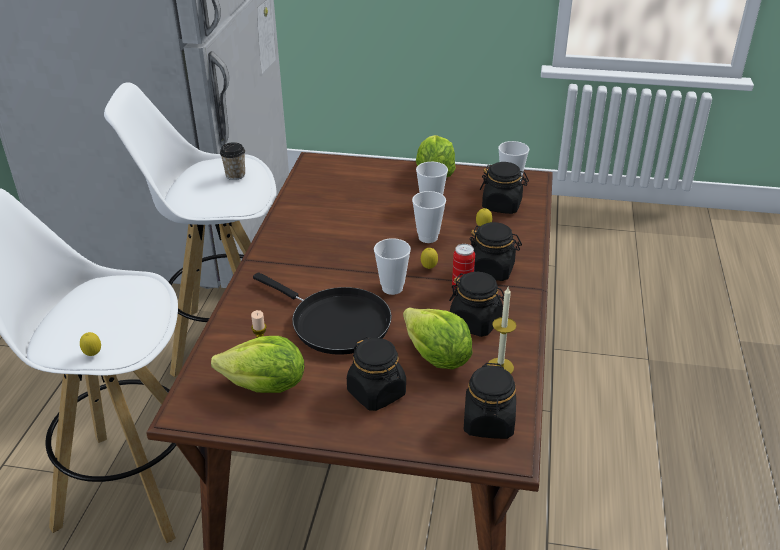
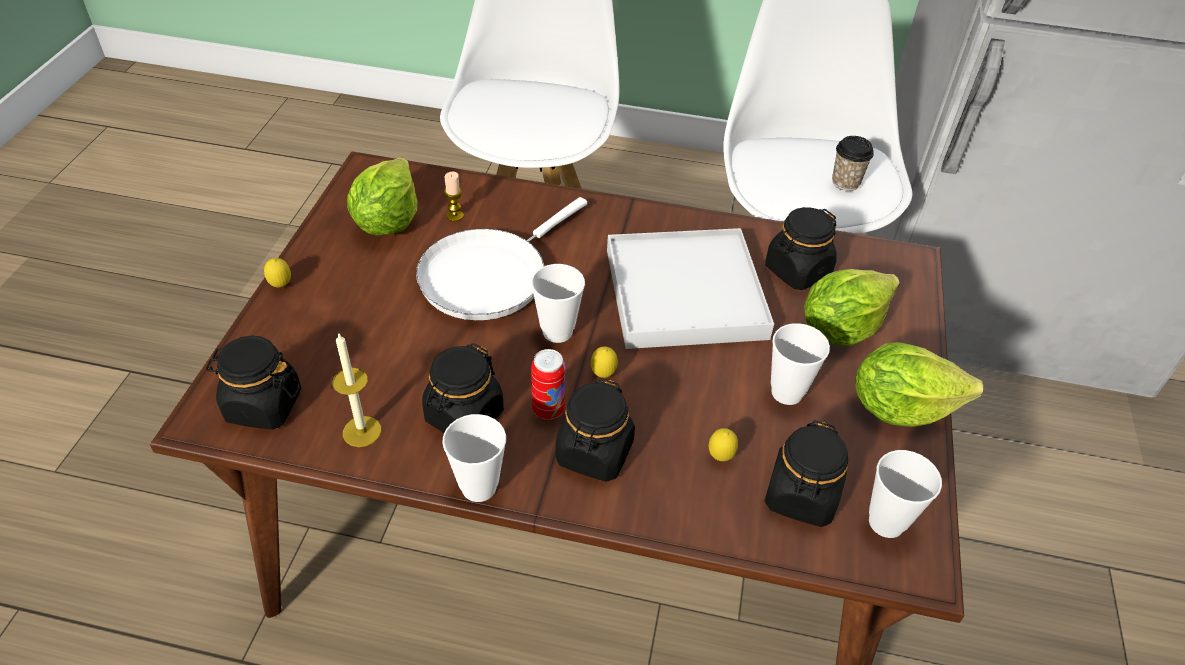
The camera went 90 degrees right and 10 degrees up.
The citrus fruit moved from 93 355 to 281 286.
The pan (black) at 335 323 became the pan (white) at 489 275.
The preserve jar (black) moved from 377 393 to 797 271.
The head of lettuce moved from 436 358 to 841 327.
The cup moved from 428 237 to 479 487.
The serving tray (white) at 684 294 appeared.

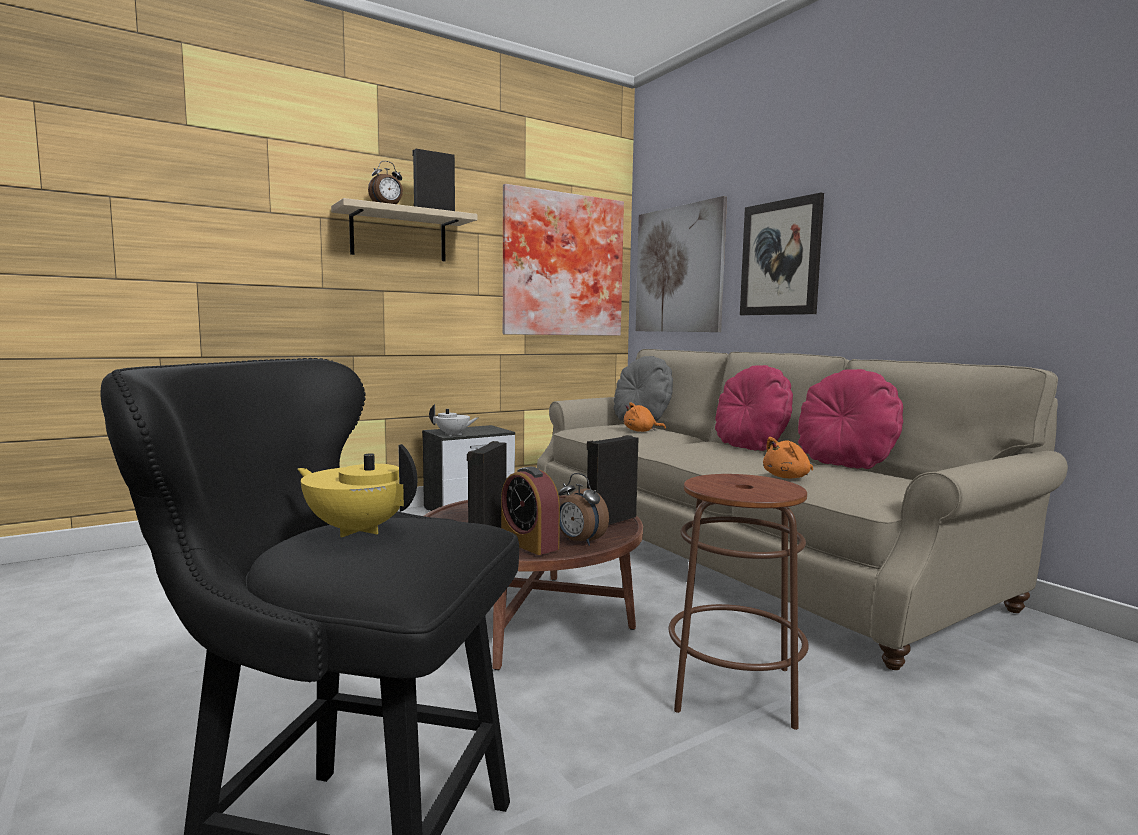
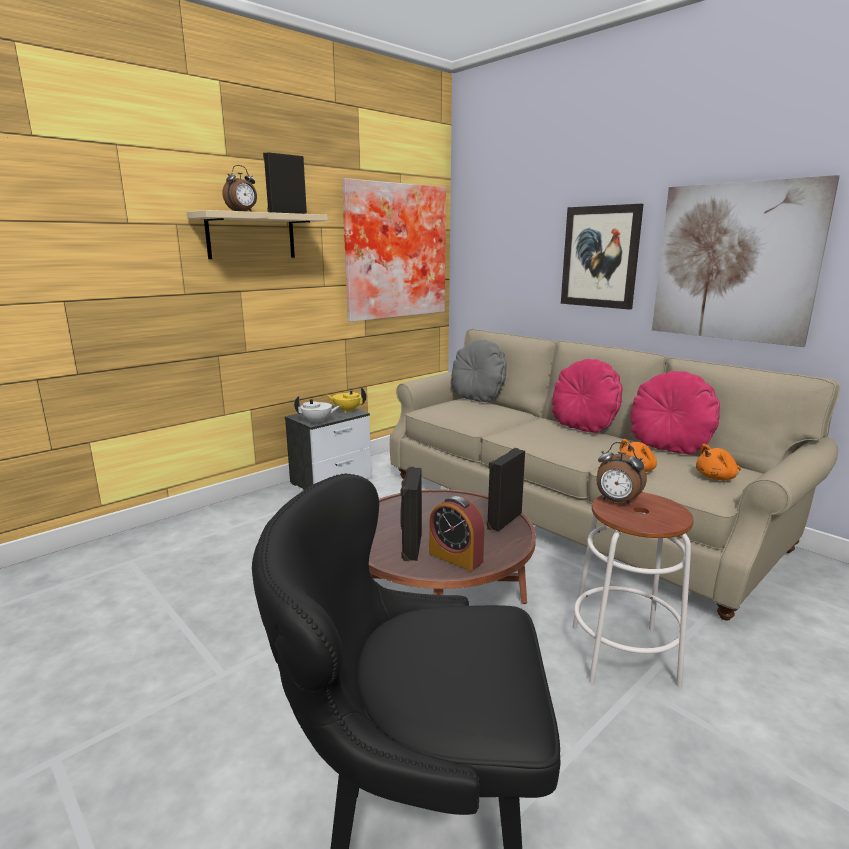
The camera went 10 degrees left and 10 degrees up.
The tea pot (yellow) moved from 358 529 to 347 410.
The bedside clock moved from 579 542 to 616 501.
The soft toy (orange) moved from 641 431 to 717 478.
The wall art moved from 678 269 to 734 262.
The stool (brown-coloured) at 734 689 became the stool (white) at 623 654.

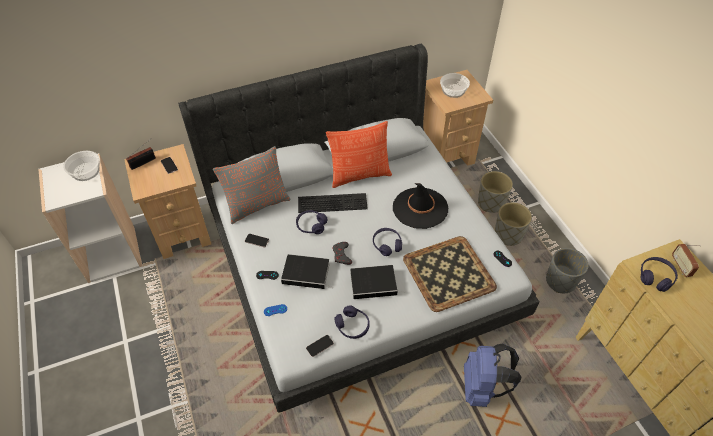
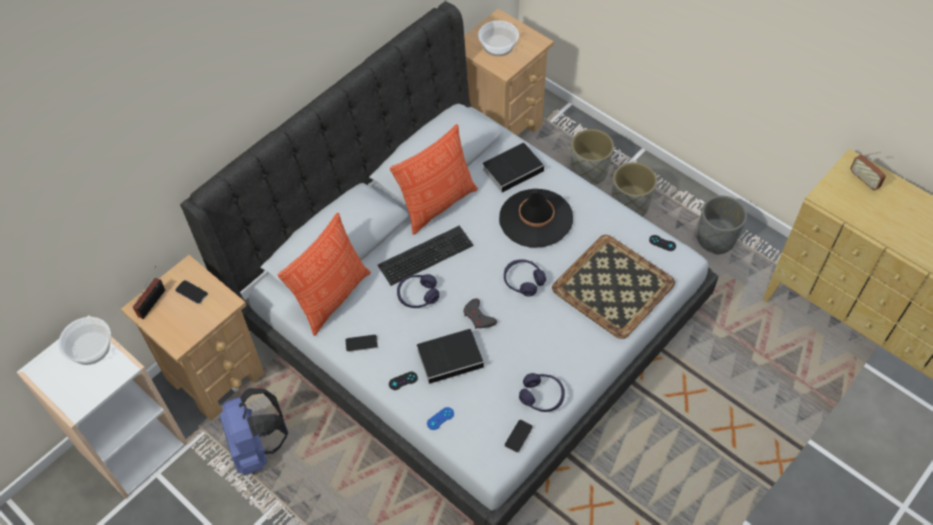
The camera went 25 degrees left and 5 degrees up.
The cushion (grey) at 257 206 became the cushion (orange) at 332 297.
The bound book moved from 374 283 to 514 169.
The knapsack (blue) moved from 482 388 to 257 448.
The pair of headphones (purplish) at 655 277 disappeared.

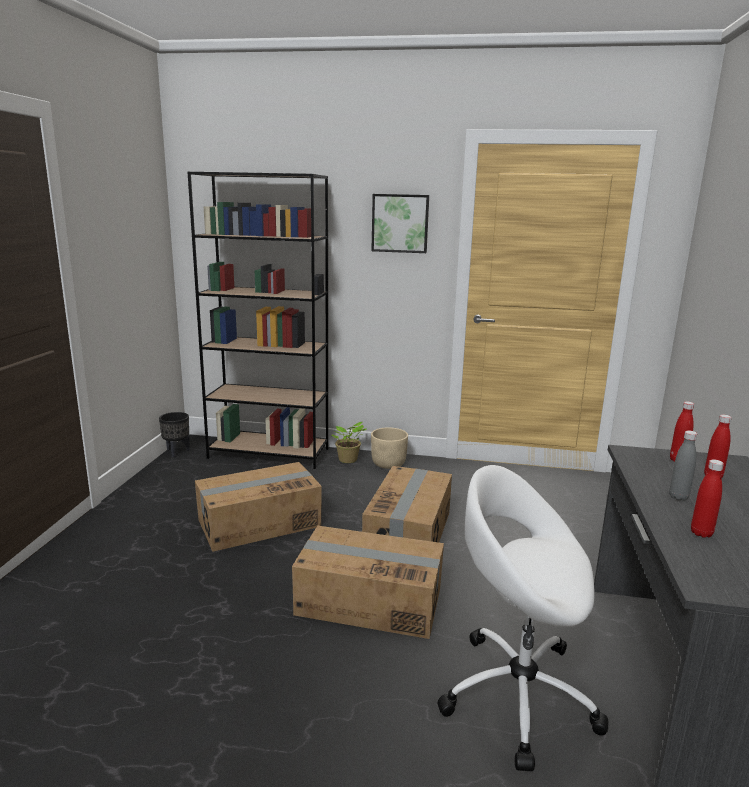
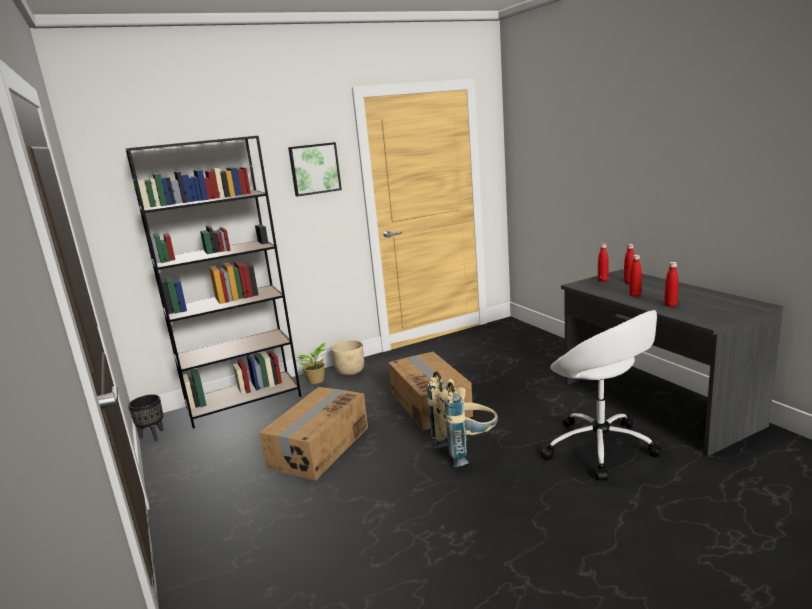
The camera went 35 degrees left and 0 degrees up.
The carton at 369 601 was replaced by the knapsack (sand-coloured) at 466 450.
The office chair (white) at 515 694 turned 105 degrees counterclockwise.
The drink bottle (grey) at 678 497 became the drink bottle (red) at 634 295.

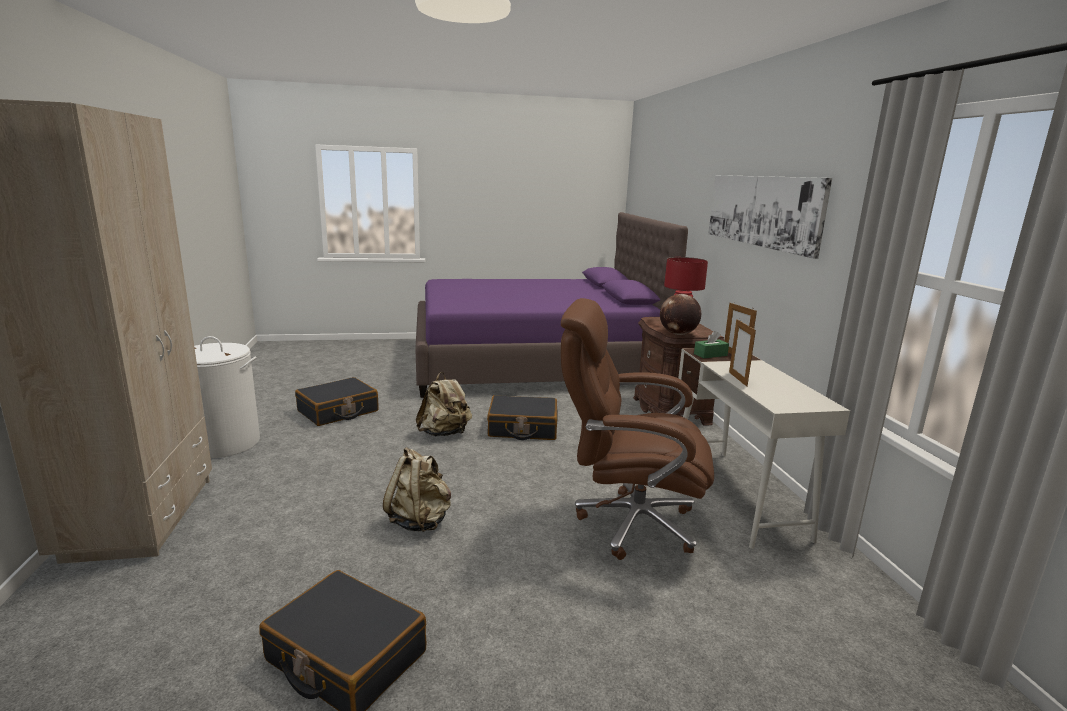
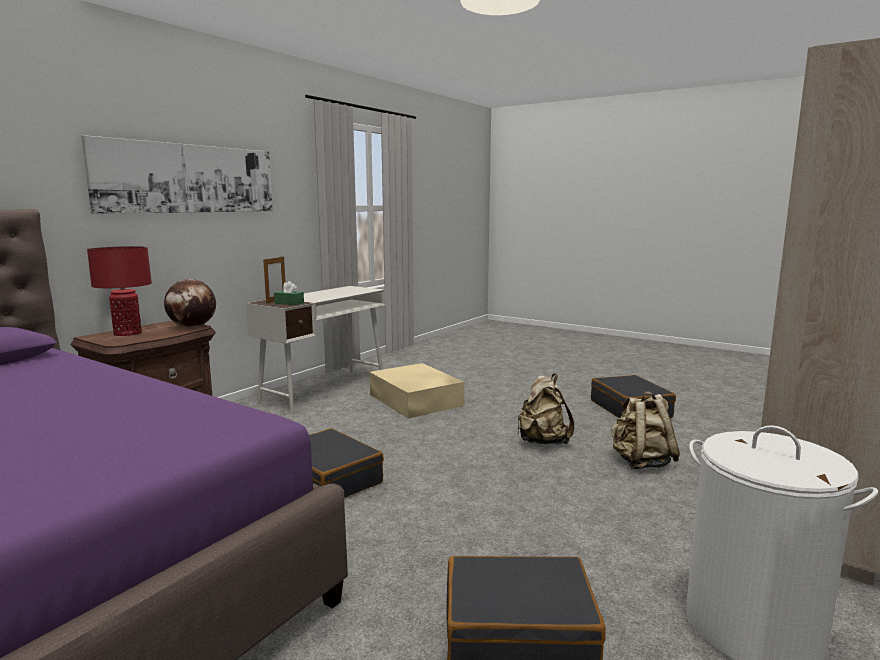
The camera went 135 degrees left and 5 degrees down.
The knapsack (sand-coloured) moved from 445 433 to 641 462.
The office chair (brown-coloured) at 629 524 was replaced by the storage bin (sand-coloured) at 416 400.
The picture frame at 738 379 disappeared.

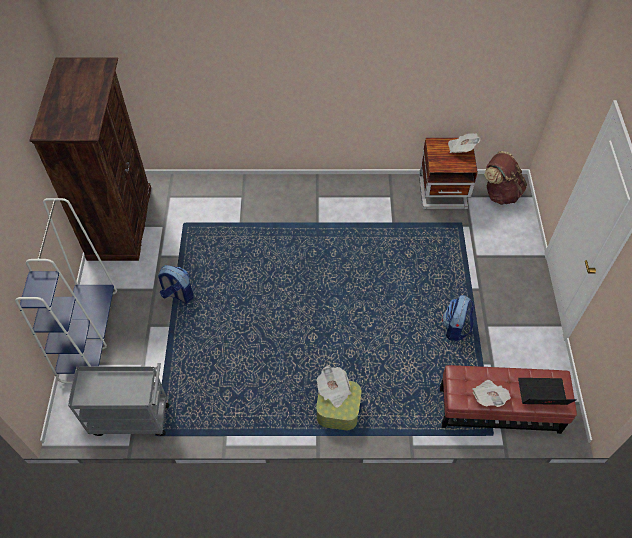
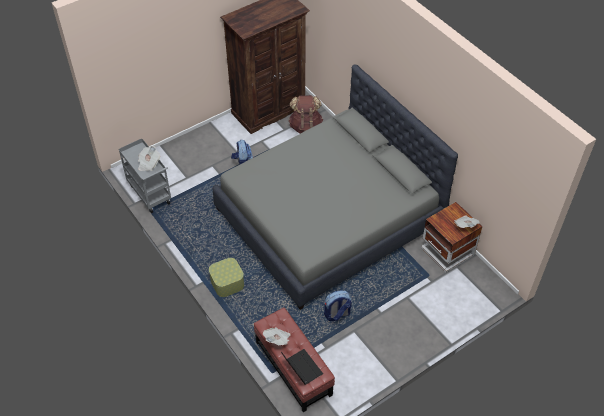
The camera went 55 degrees right and 5 degrees down.
The clothes rack (blue) at 90 336 disappeared.
The newspaper moved from 333 390 to 148 163.
The knapsack (brown-coloured) moved from 500 193 to 305 126.
The bed (grey) at 328 217 appeared.

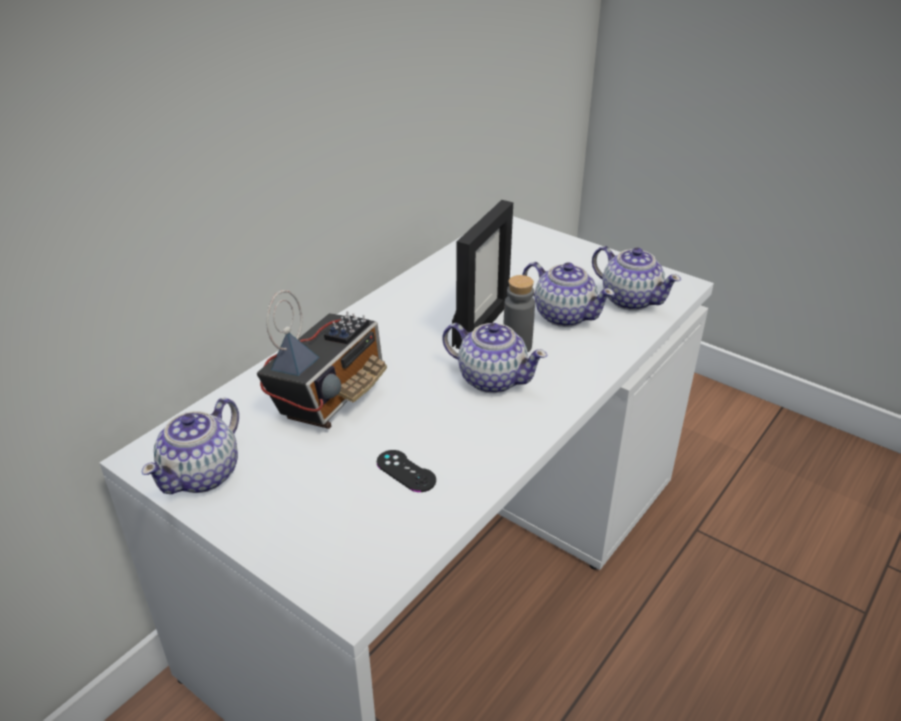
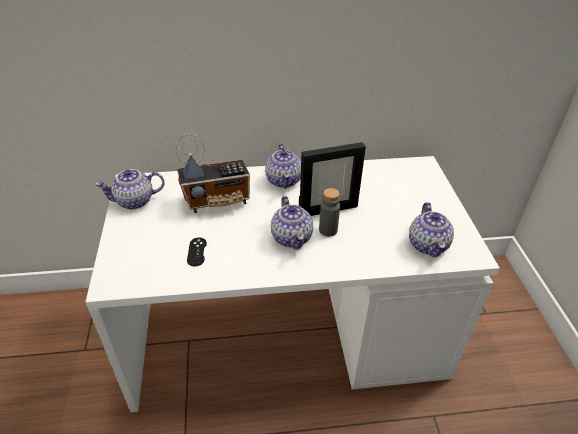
The camera went 45 degrees right and 5 degrees up.
The tea pot moved from 563 315 to 284 180.

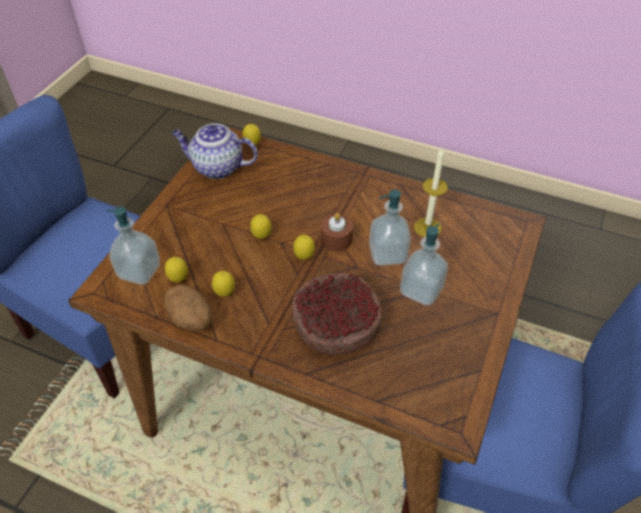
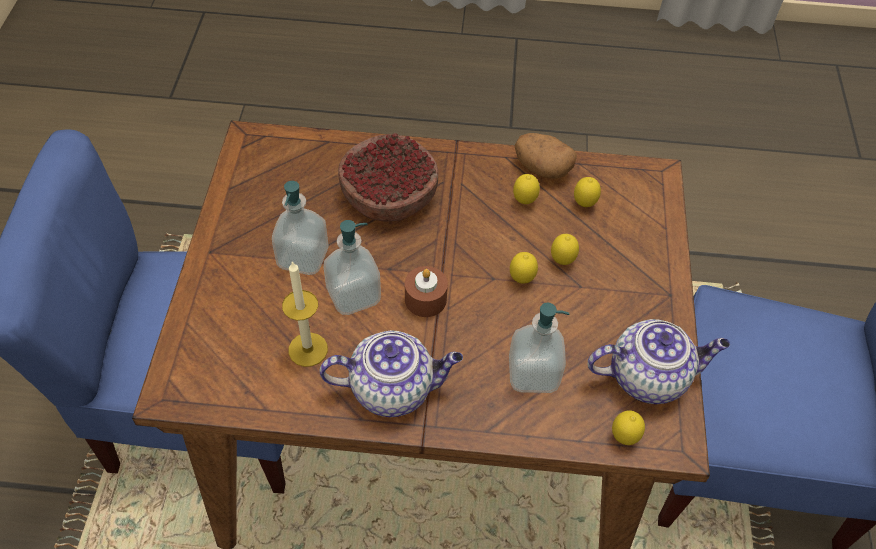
The camera went 160 degrees right and 5 degrees up.
The soap dispenser moved from 139 271 to 533 374.
The citrus fruit moved from 304 257 to 562 261.
The tea pot at 393 388 appeared.

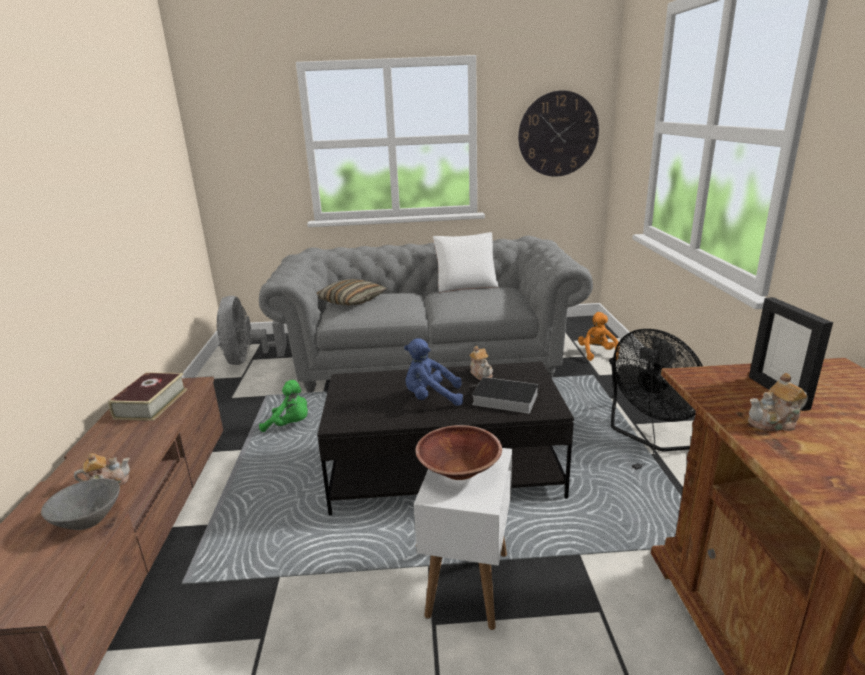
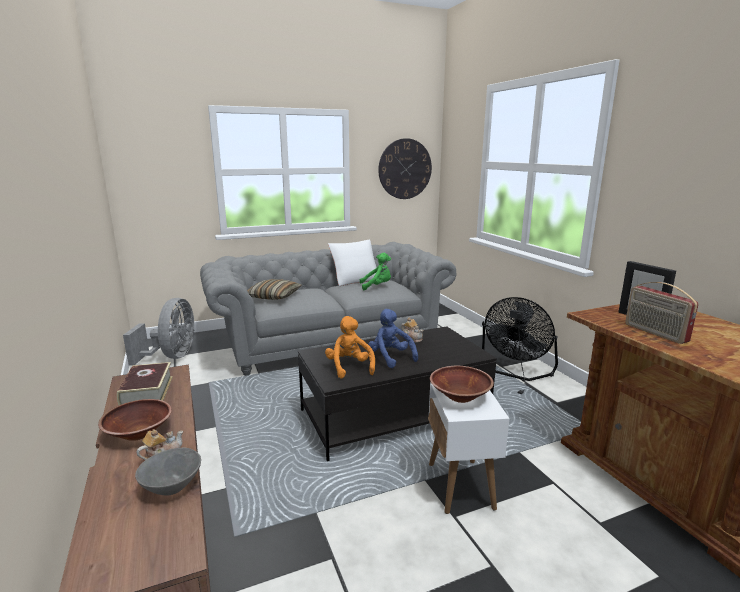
The camera went 20 degrees left and 5 degrees down.
The fan (grey) at 249 359 turned 150 degrees counterclockwise.
The soft toy (green) moved from 290 425 to 377 286.
The soft toy (blue) at 431 398 turned 75 degrees clockwise.
The bound book at 503 399 disappeared.
The soft toy (orange) moved from 597 353 to 349 367.
The tea pot at 774 422 was replaced by the radio receiver at 654 333.
The serving bowl (brown-coloured) at 138 433 appeared.

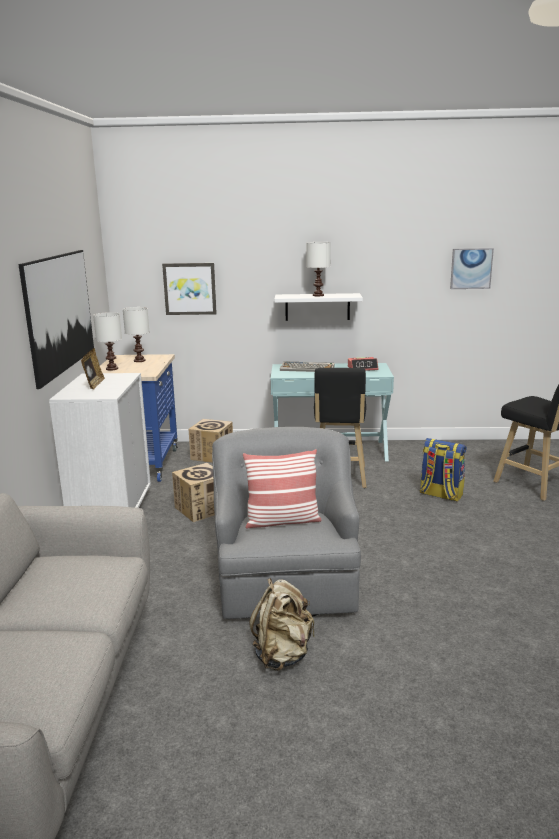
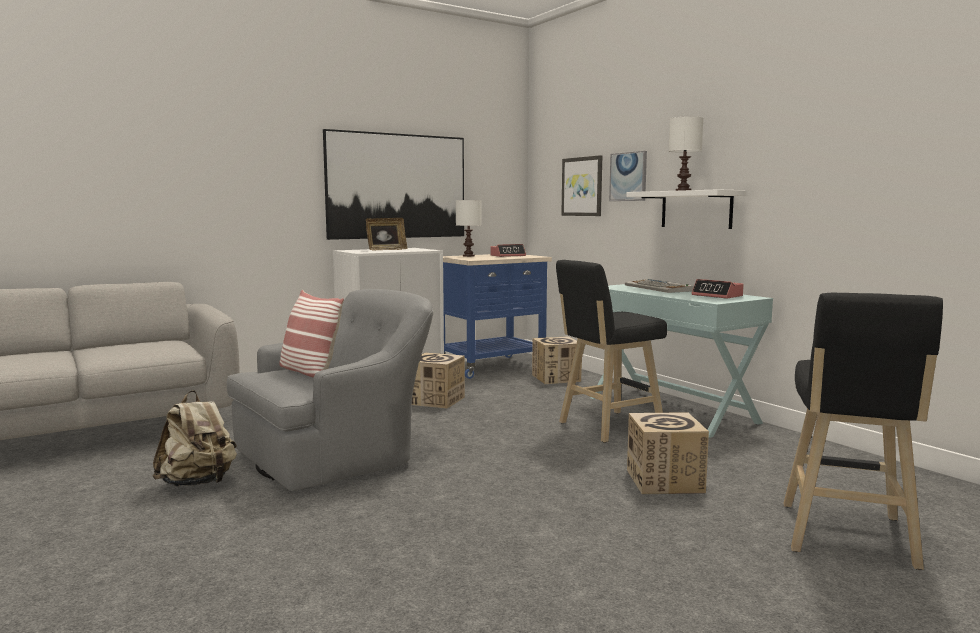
The camera went 55 degrees right and 10 degrees down.
The table lamp (white) at 139 360 was replaced by the bedside clock at 508 256.
The knapsack at 440 495 was replaced by the carton at 664 481.
The wall art moved from 471 268 to 628 176.

